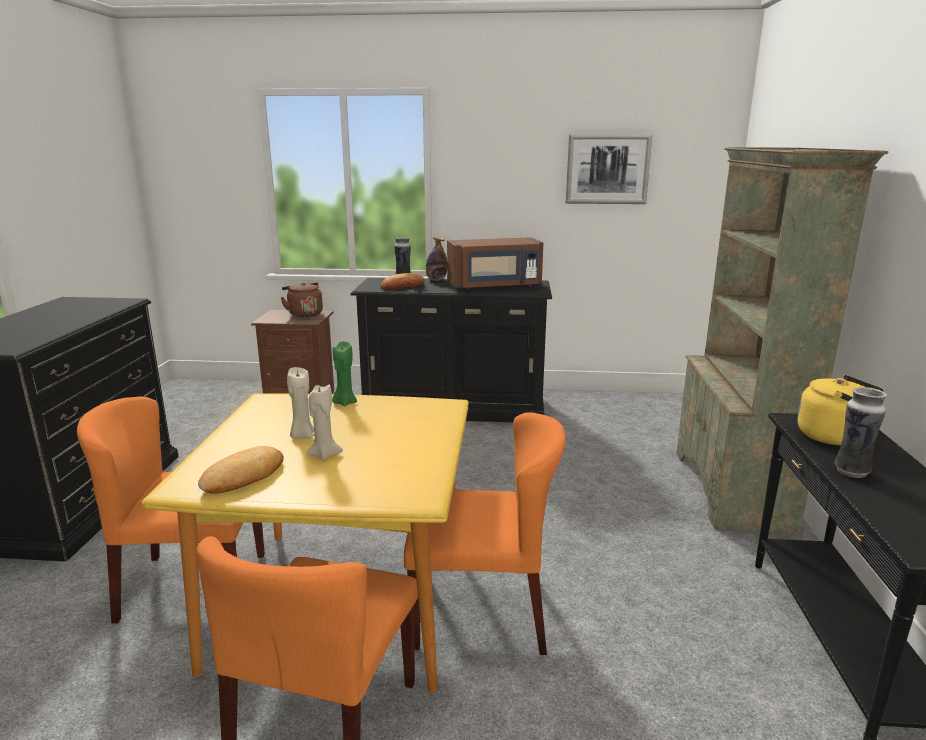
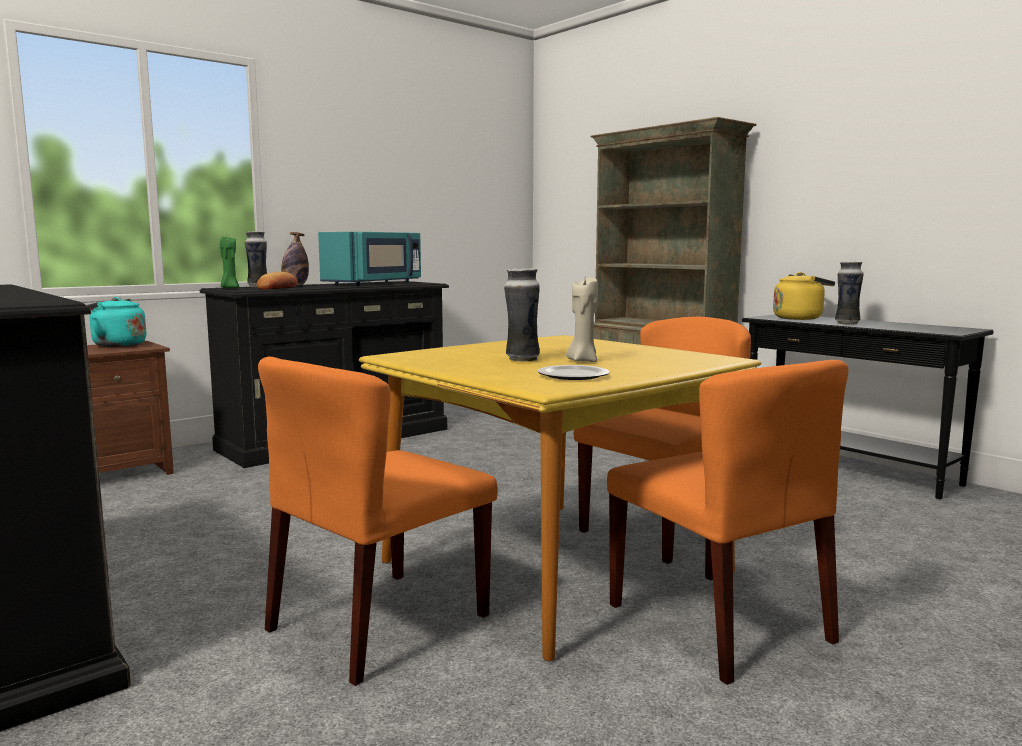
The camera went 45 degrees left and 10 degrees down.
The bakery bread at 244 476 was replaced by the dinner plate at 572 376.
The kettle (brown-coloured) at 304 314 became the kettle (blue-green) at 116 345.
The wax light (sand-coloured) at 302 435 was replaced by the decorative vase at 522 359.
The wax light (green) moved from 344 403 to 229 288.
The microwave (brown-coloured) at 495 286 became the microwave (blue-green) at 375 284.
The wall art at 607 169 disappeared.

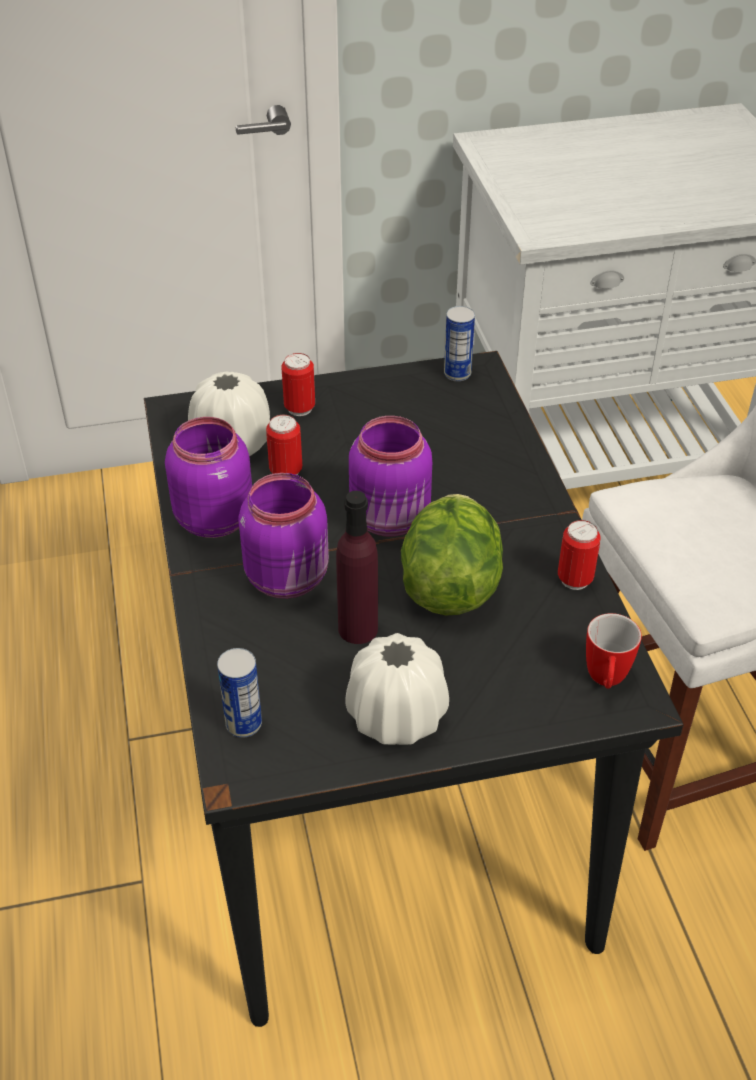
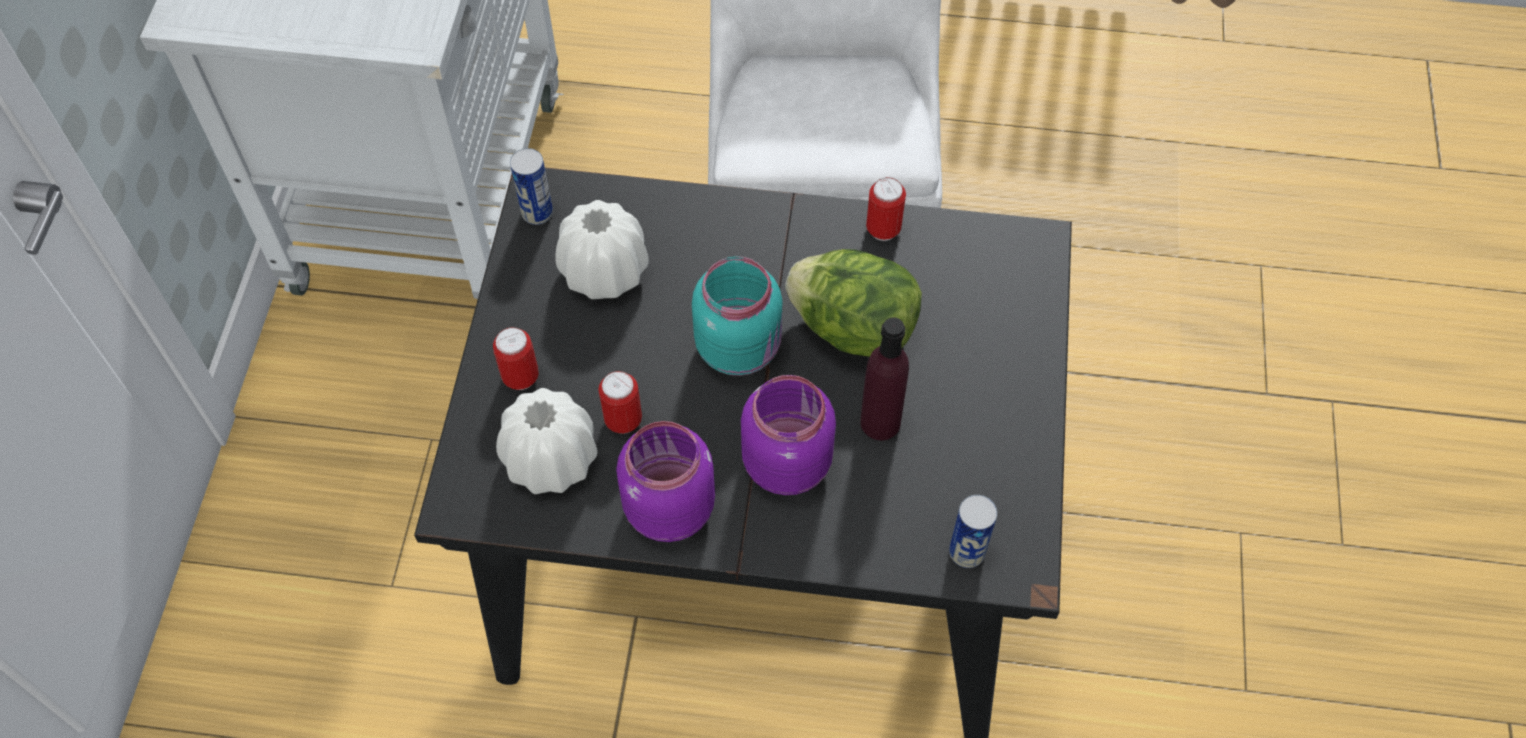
The camera went 70 degrees left and 15 degrees up.
The decorative vase (white) moved from 396 717 to 605 272.
The preserve jar (purplish) at 391 519 became the preserve jar (blue-green) at 740 347.
The tea mug at 605 682 disappeared.

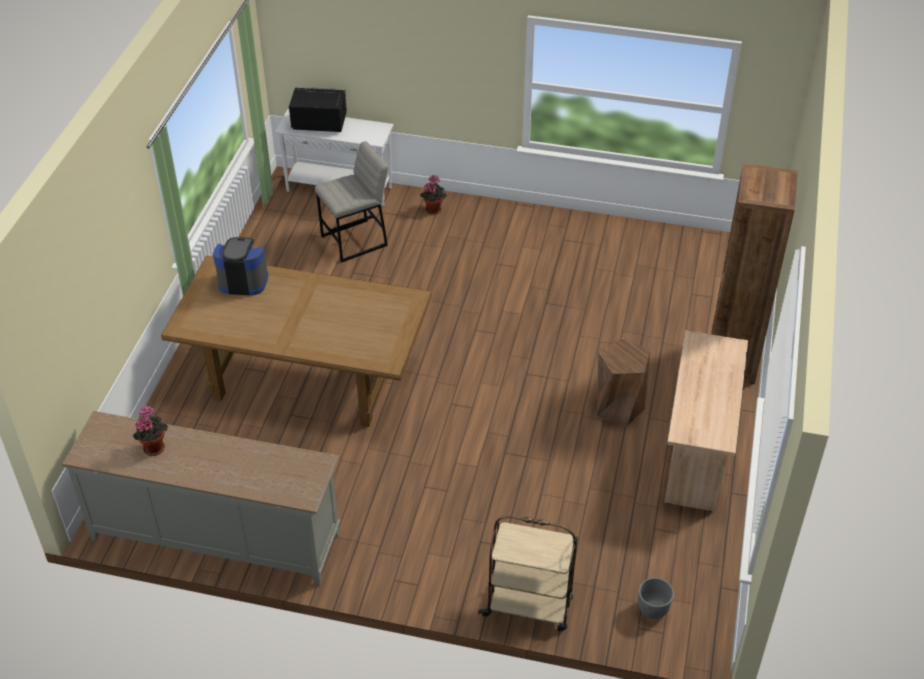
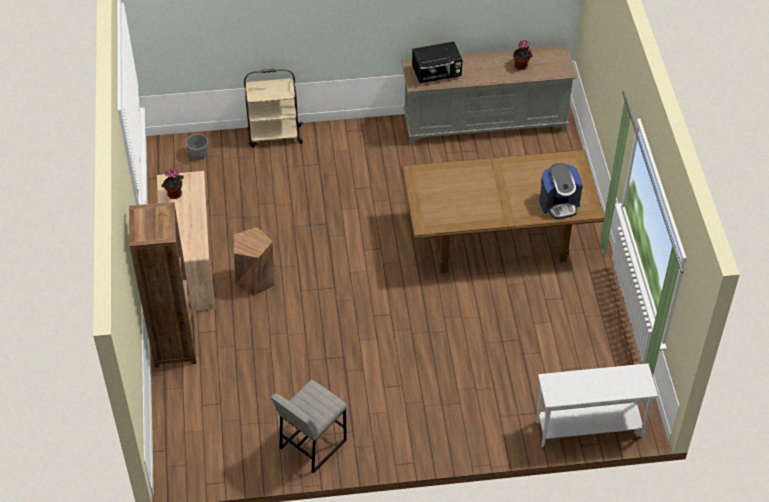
The camera went 160 degrees right and 5 degrees up.
The microwave (black) moved from 319 123 to 437 74.
The chair (grey) moved from 355 240 to 312 445.
The houseplant moved from 433 209 to 174 195.

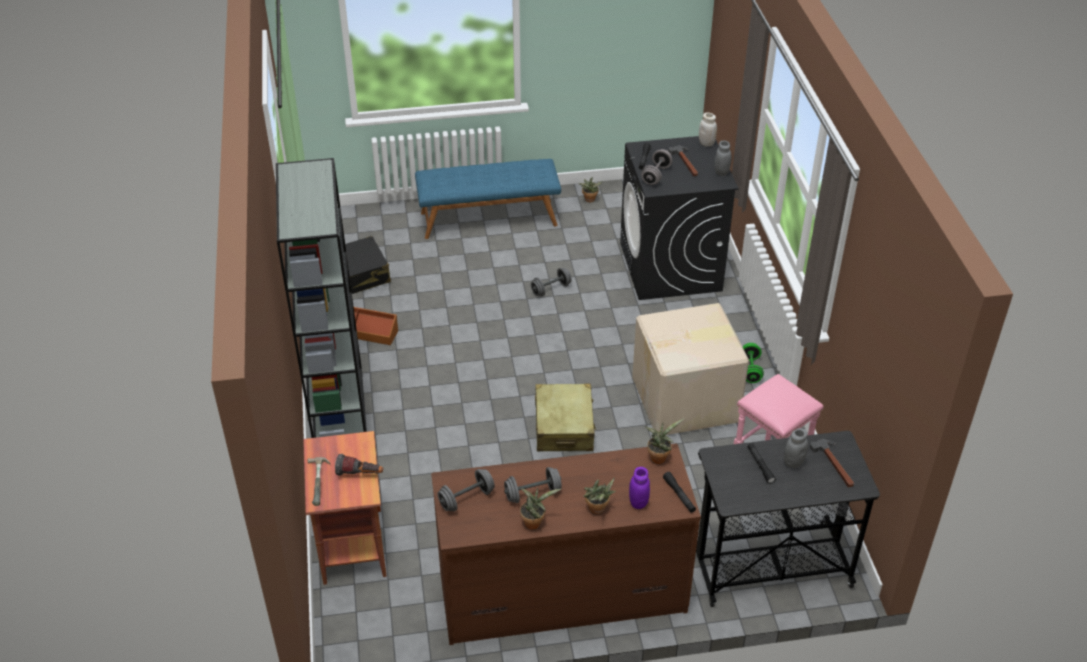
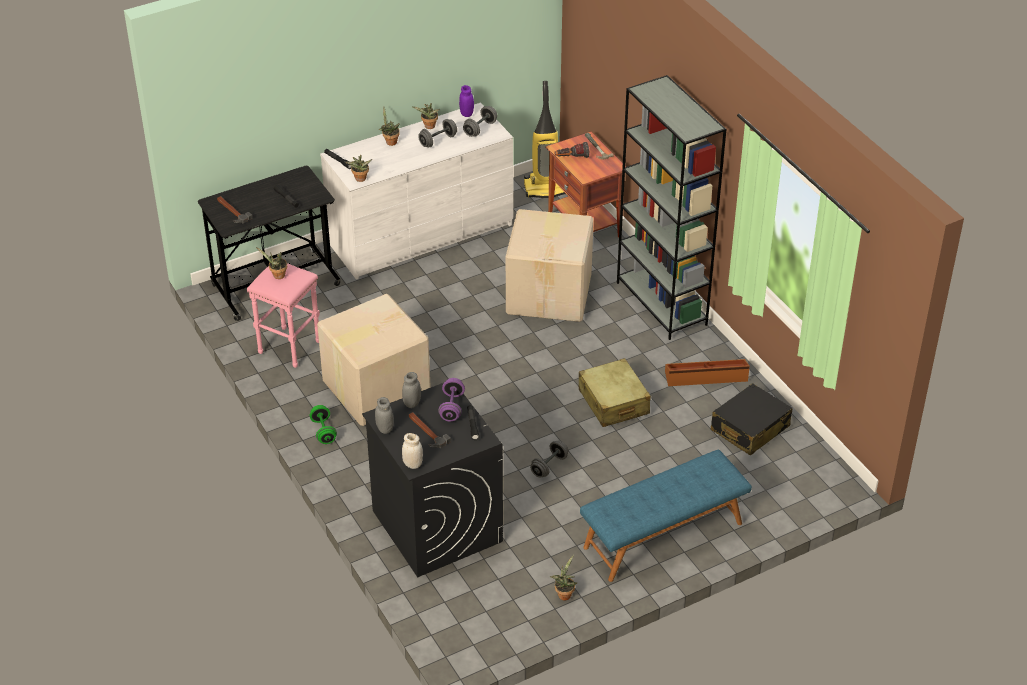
The camera went 160 degrees right and 0 degrees up.
The dresser (brown-coloured) at 562 592 became the dresser (white) at 421 234.
The piece of luggage (sand-coloured) moved from 564 427 to 613 402.
The preserve jar (purplish) moved from 638 502 to 466 113.
The dumbbell (grey) at 656 175 became the dumbbell (purplish) at 452 407.
The preserve jar (grey) moved from 793 462 to 412 403.
The houseplant at 277 276 appeared.
The carton at 550 293 appeared.
The hoover at 546 188 appeared.

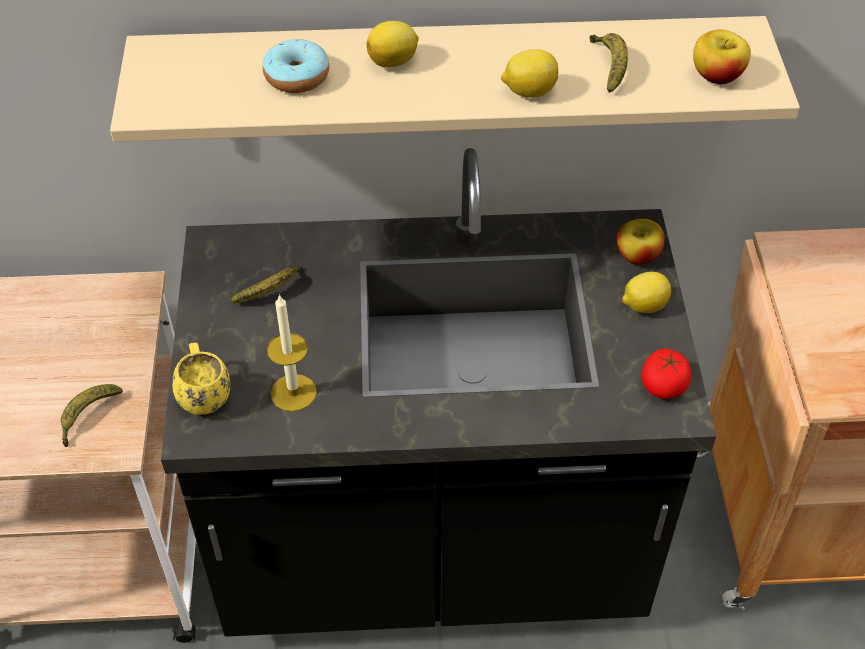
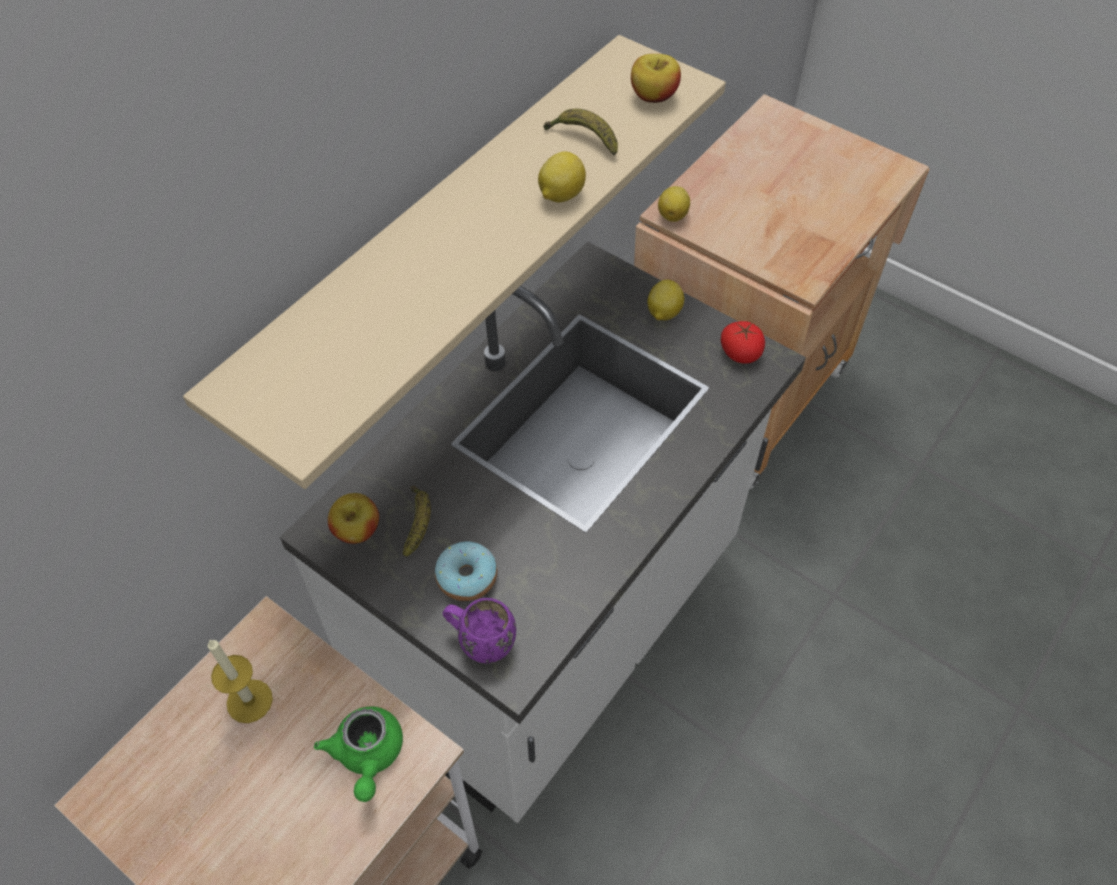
The camera went 50 degrees left and 5 degrees up.
The banana fruit at 88 416 was replaced by the tea pot (green) at 368 756.
The kitchen counter (black) at 432 554 became the kitchen counter (white) at 558 630.
The tea mug (yellow) at 203 394 became the tea mug (purplish) at 479 640.
The ring doughnut moved from 297 76 to 466 577.
The wax light moved from 293 392 to 249 701.
The citrus fruit moved from 394 62 to 673 215.
The apple fruit moved from 637 256 to 357 530.

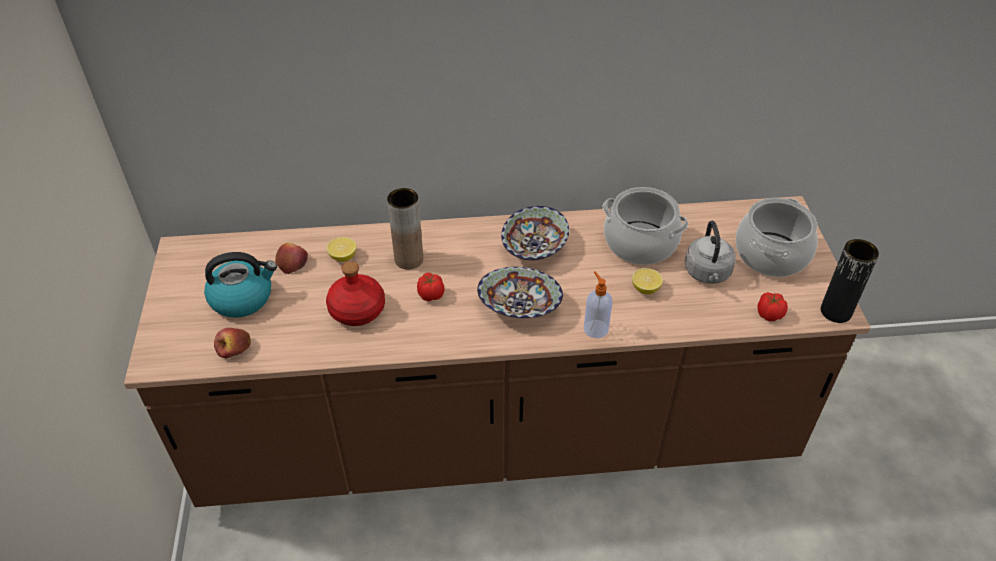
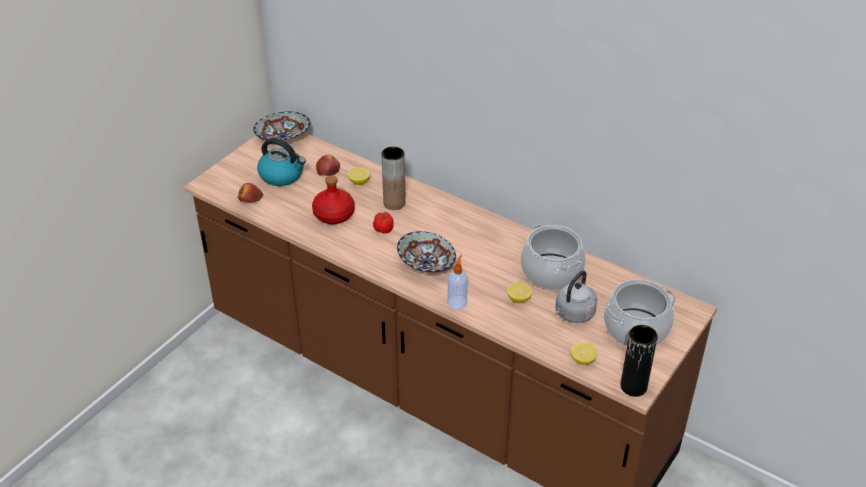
The camera went 40 degrees right and 5 degrees down.
The serving bowl moved from 533 247 to 283 138.
The fresh tomato at 769 314 was replaced by the citrus fruit at 583 360.

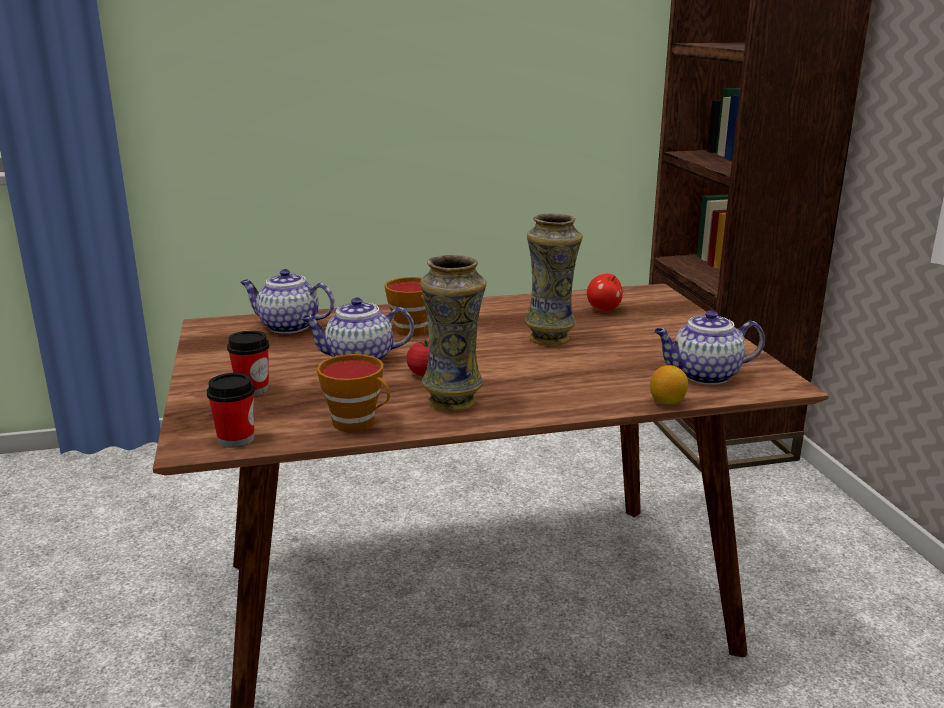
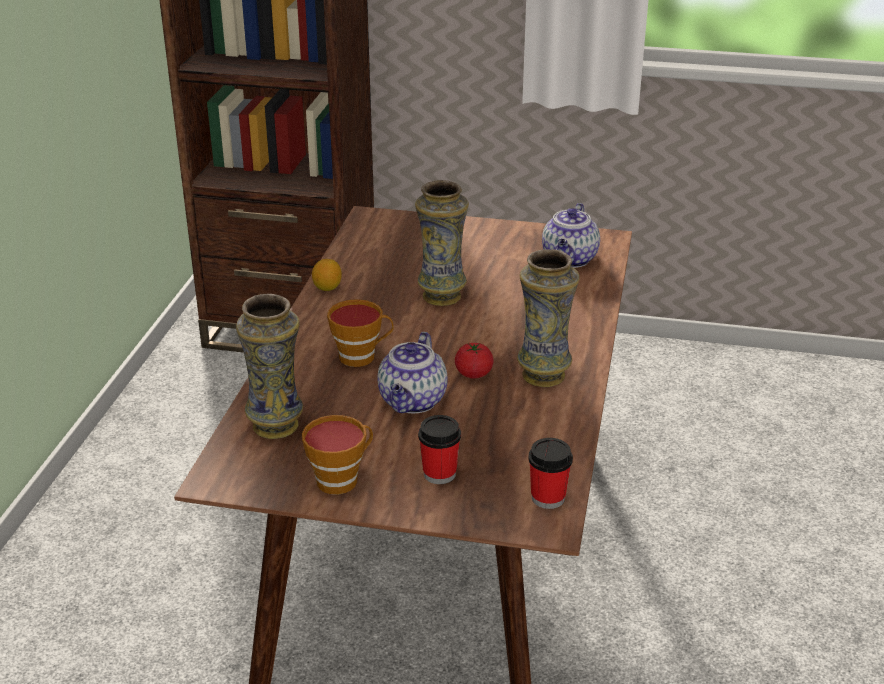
The camera went 65 degrees left and 10 degrees up.
The tea pot at 287 326 was replaced by the decorative vase at 276 426.
The cup moved from 358 423 to 341 479.
The apple fruit at 604 309 disappeared.
The citrus fruit moved from 667 402 to 327 288.

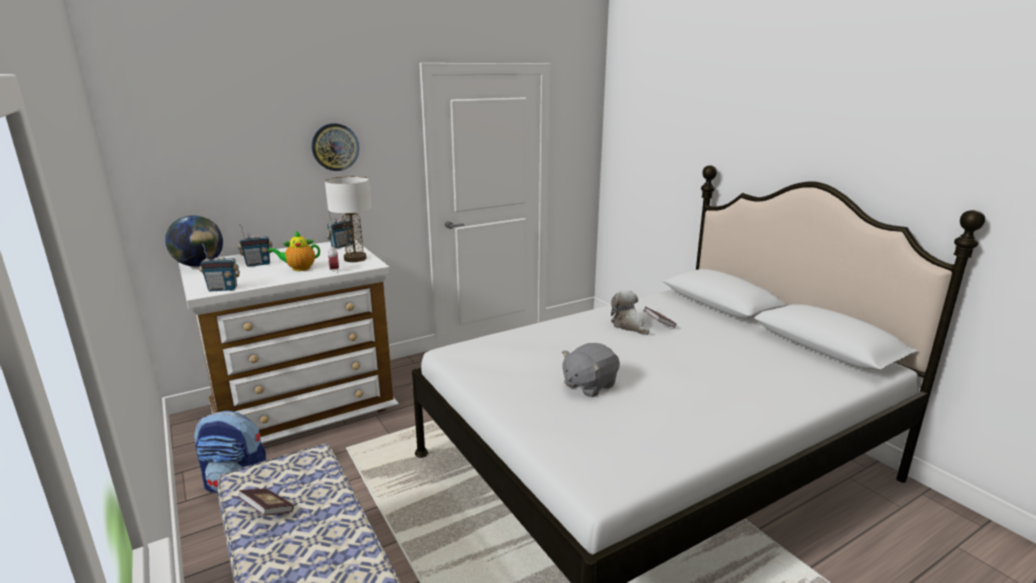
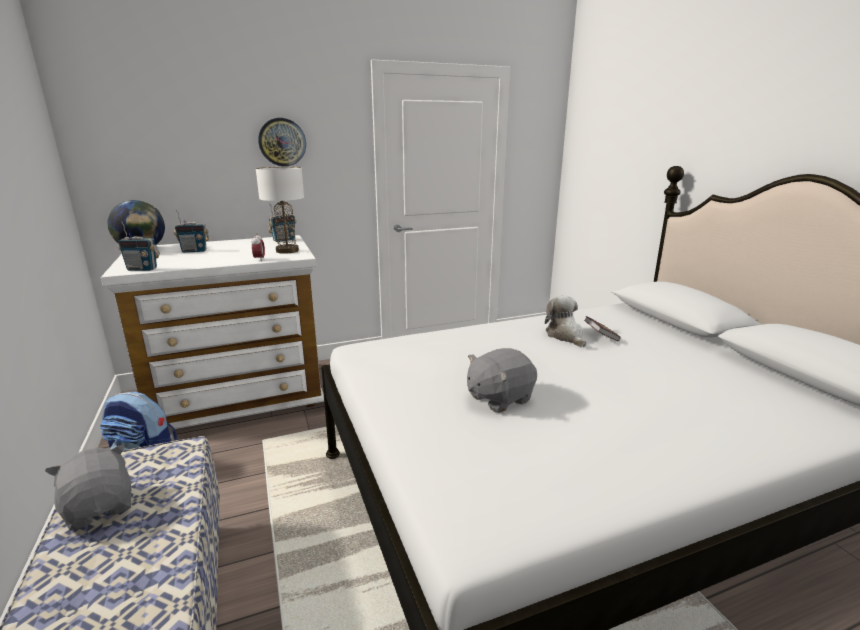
The camera went 10 degrees right and 0 degrees up.
The bound book at 267 510 was replaced by the soft toy (grey) at 100 507.
The tea pot at 299 268 disappeared.

